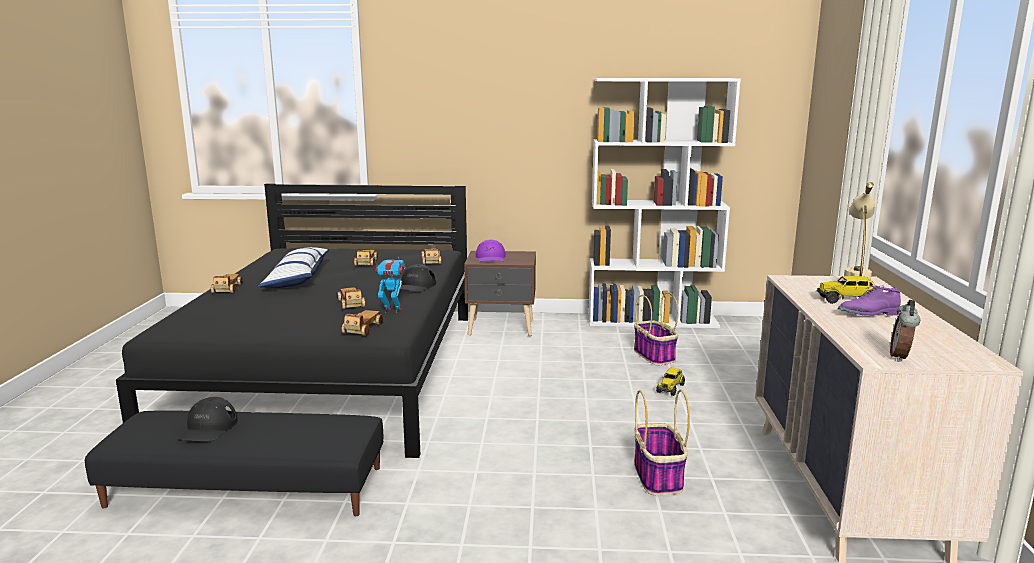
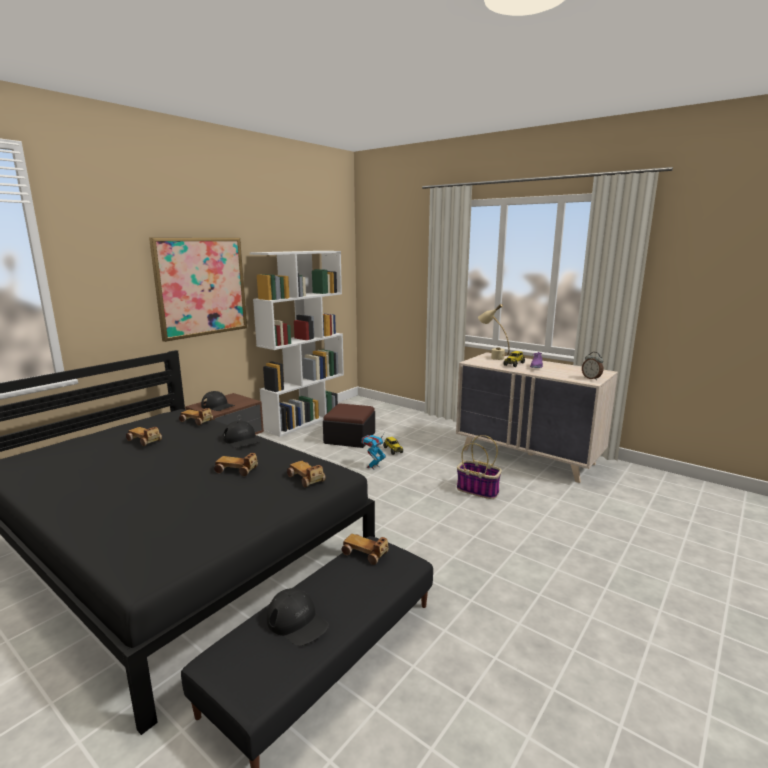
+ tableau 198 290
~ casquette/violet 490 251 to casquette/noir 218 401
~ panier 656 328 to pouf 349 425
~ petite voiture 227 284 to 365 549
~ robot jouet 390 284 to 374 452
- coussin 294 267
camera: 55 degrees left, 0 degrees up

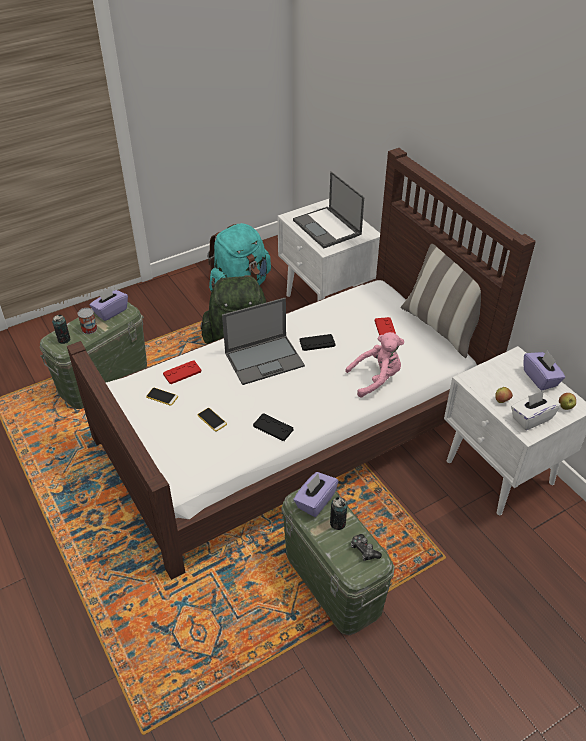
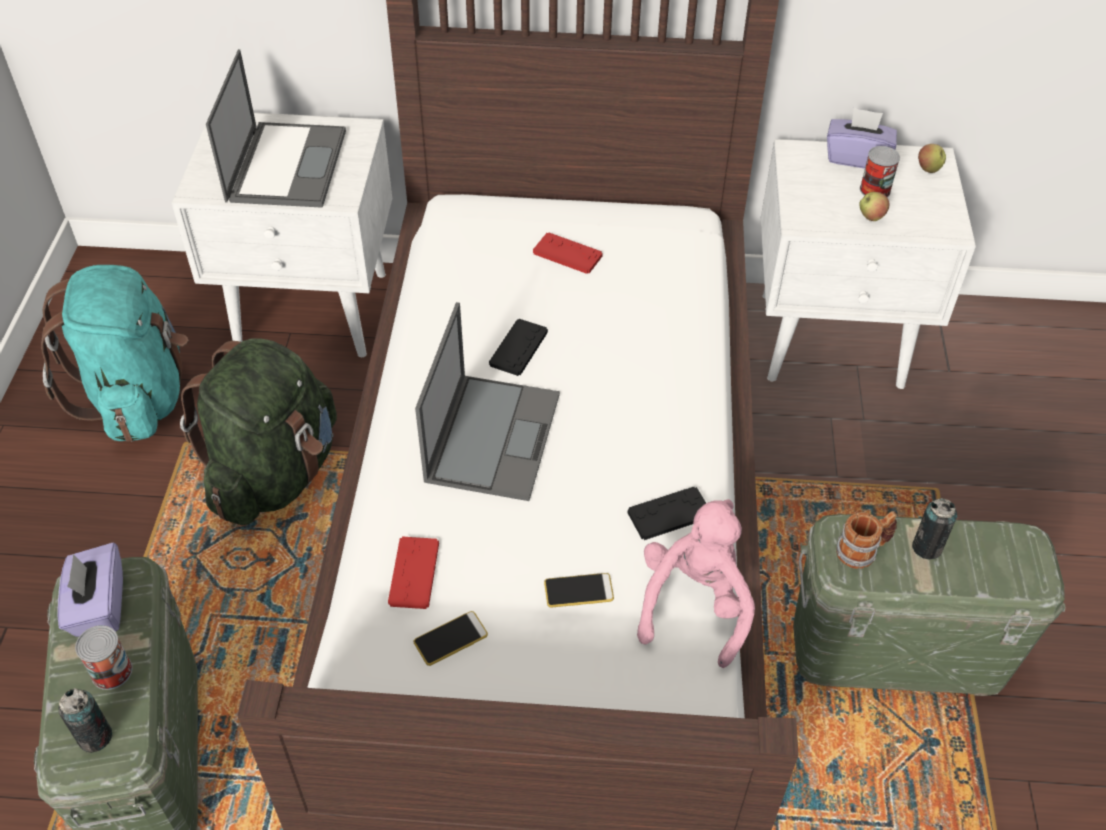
~ ordinateur portable 328 209 = 276 128 90 degrees counterclockwise
~ peluche/rose 374 364 to 696 583
~ boîte à mouchoirs/violet 315 494 to mug 866 540
+ boîte métallique 880 171
- manette 366 547
- coussin 452 301
- boîte à mouchoirs/blanc 536 410
camera: 55 degrees left, 5 degrees up

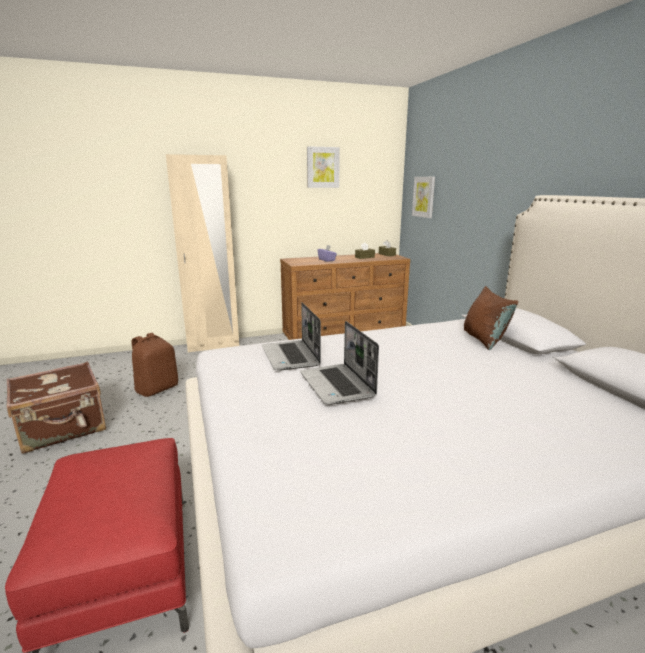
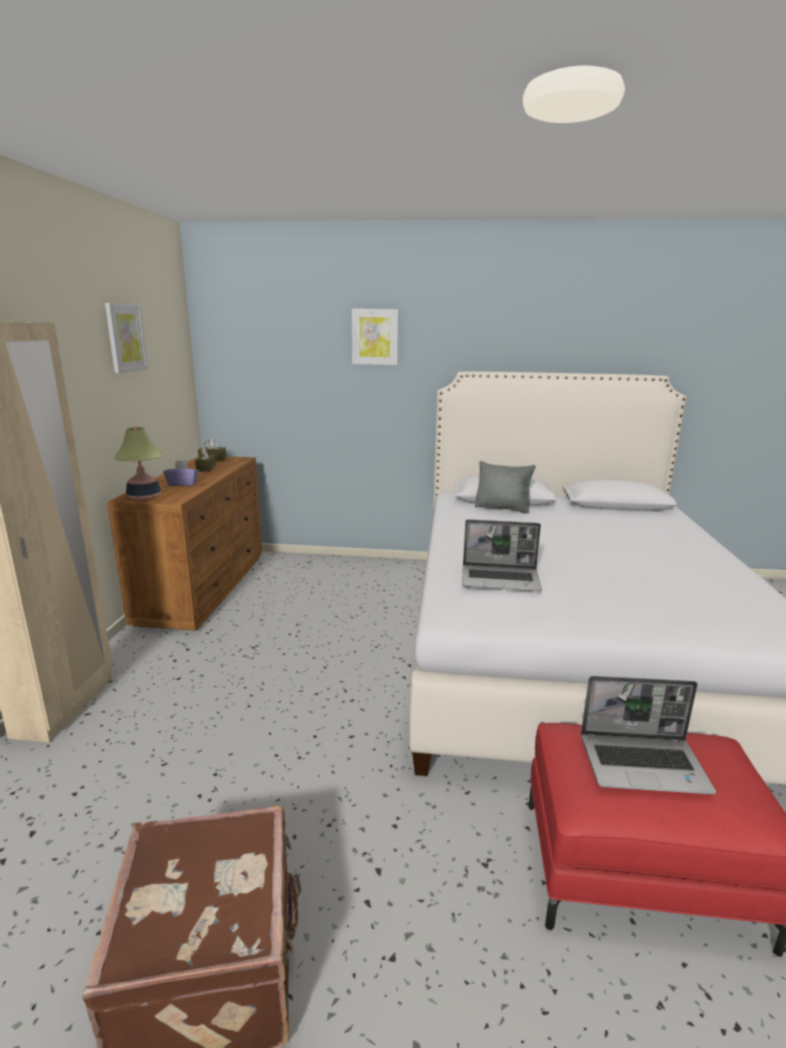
+ lampe de table 138 463
~ tableau 423 197 to 375 337
~ coussin/marron 491 318 to coussin/gris 505 487
~ ordinateur portable 339 363 to 648 735
- sac à dos/marron 155 365
camera: 65 degrees left, 0 degrees up

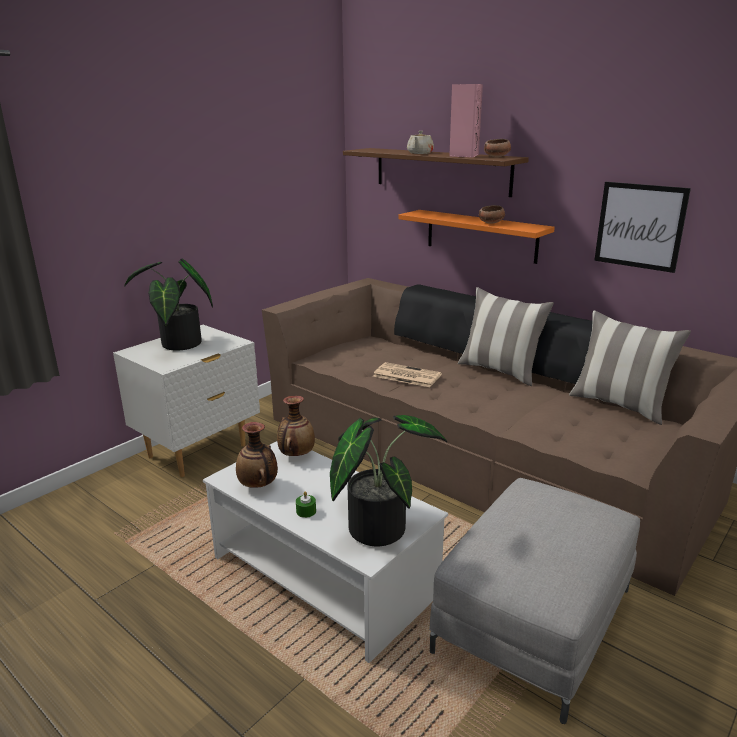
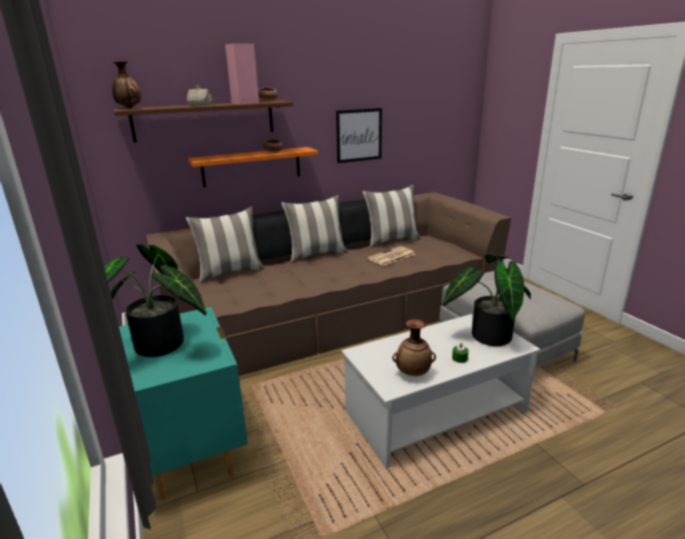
~ vase 296 426 to 127 84
~ table de chevet/blanc 186 401 to table de chevet/turquoise 183 403
+ coussin 225 245
~ journal 407 374 to 391 256
camera: 65 degrees left, 0 degrees up

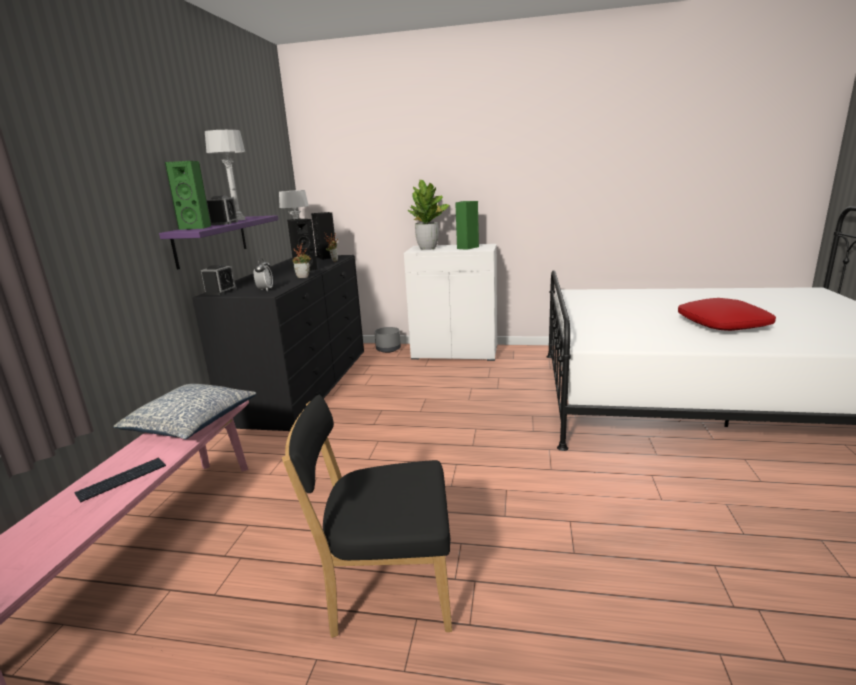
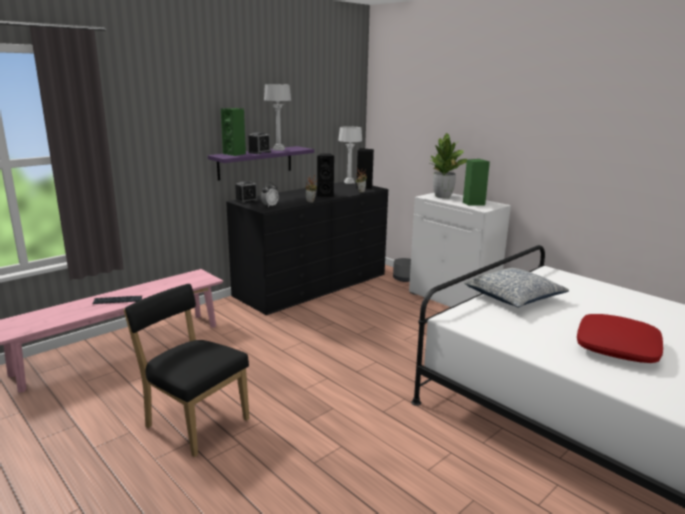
~ coussin 184 411 to 516 288
camera: 35 degrees right, 0 degrees up

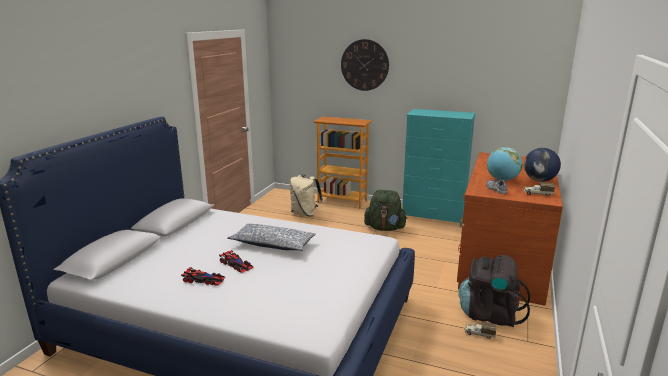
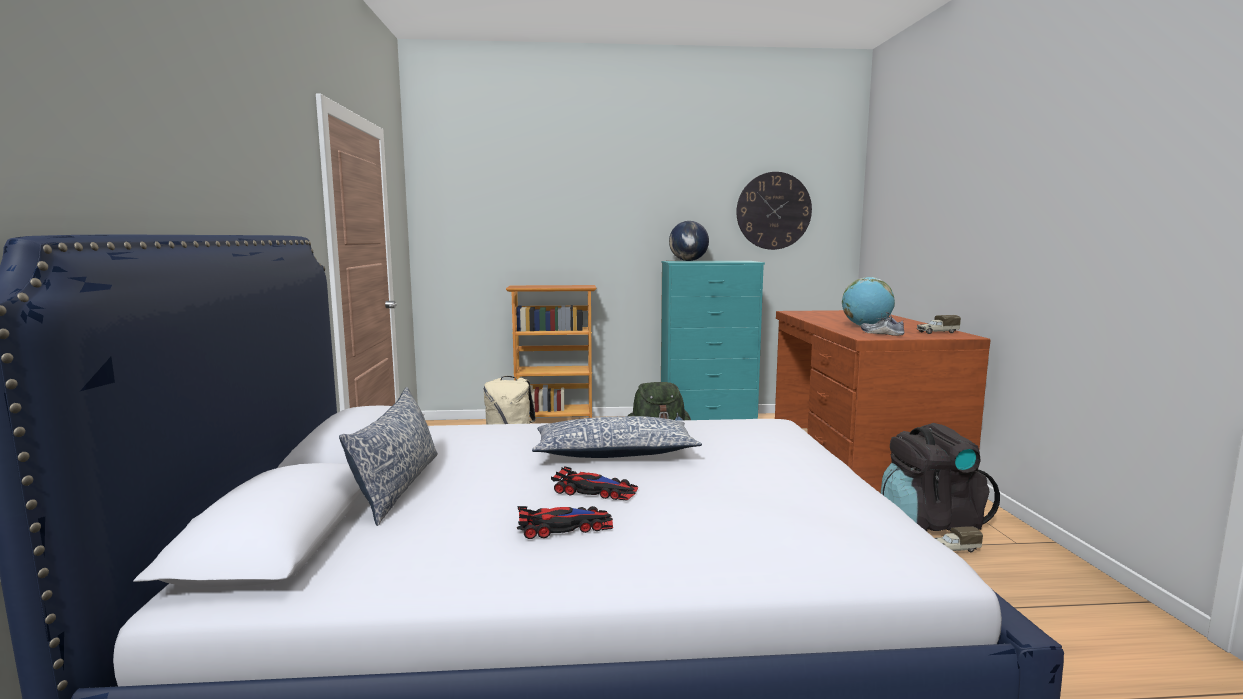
+ coussin 388 456
~ globe 542 165 to 689 241
~ horloge murale 365 65 to 774 211
camera: 25 degrees left, 10 degrees down

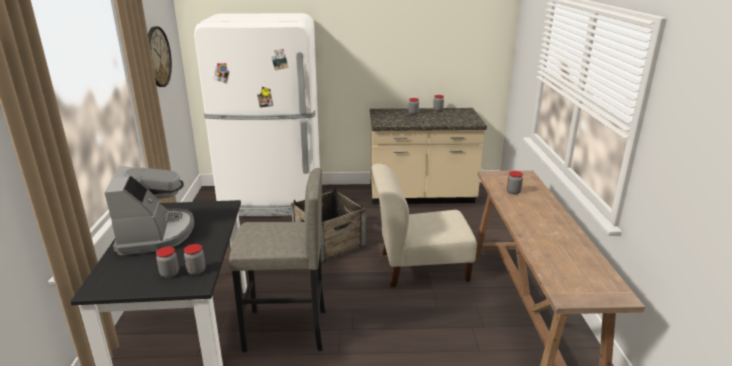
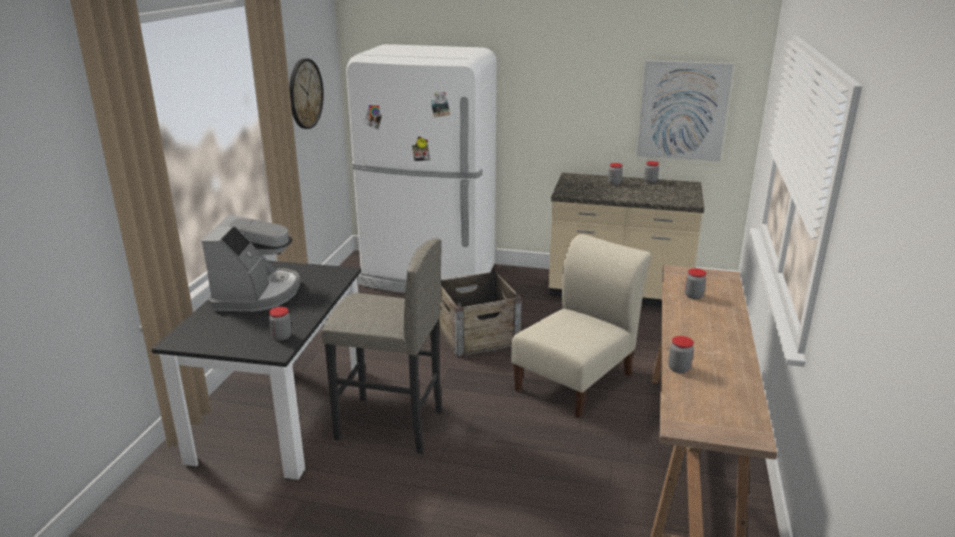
~ chaise/beige 424 225 = 581 326 120 degrees clockwise
+ tableau 685 110
~ bocal 167 262 to 681 354
camera: 15 degrees right, 0 degrees up

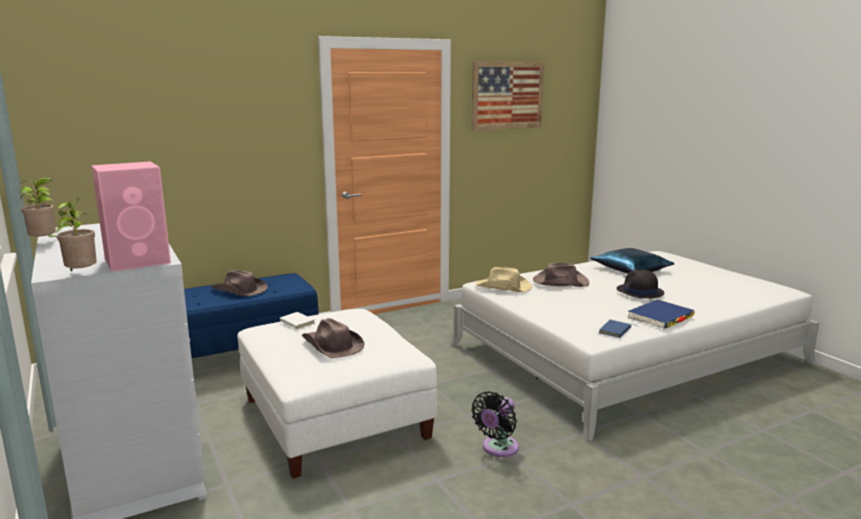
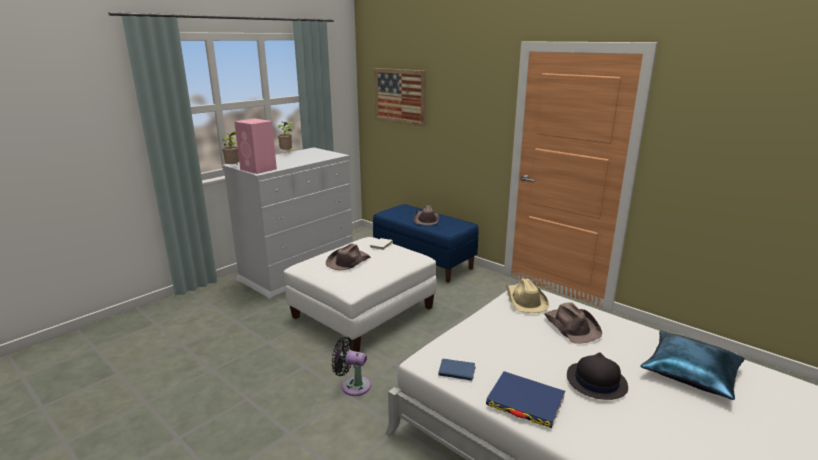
~ tableau 507 96 to 400 97
camera: 70 degrees right, 5 degrees up

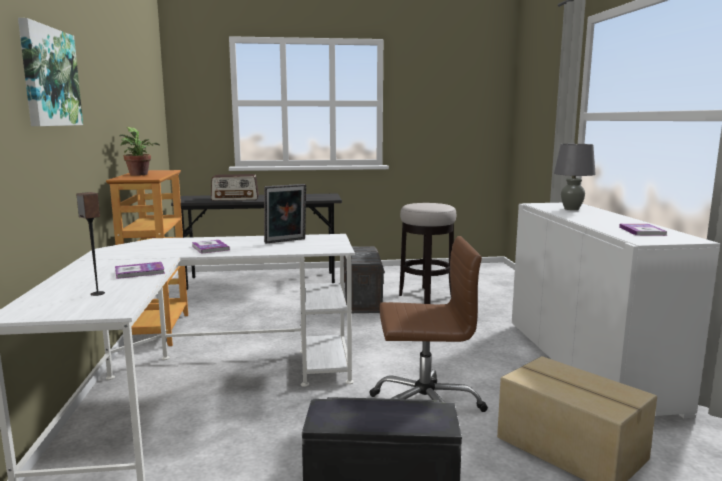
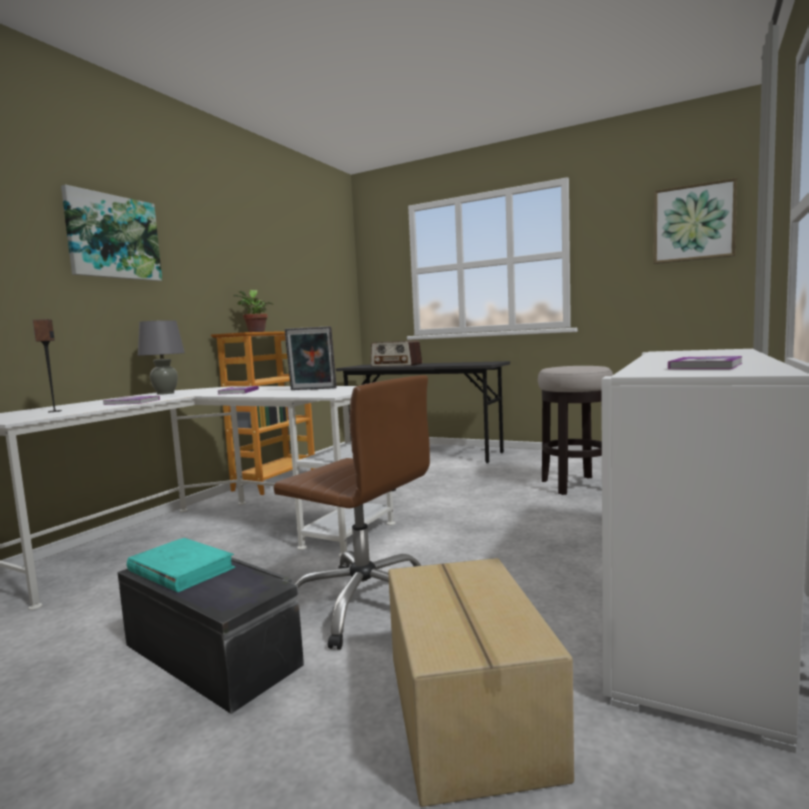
+ livre/turquoise 181 565
~ lampe de table/gris 575 177 to 161 357
+ tableau 695 221
- boîte de rangement/gris 364 279
camera: 35 degrees right, 5 degrees down

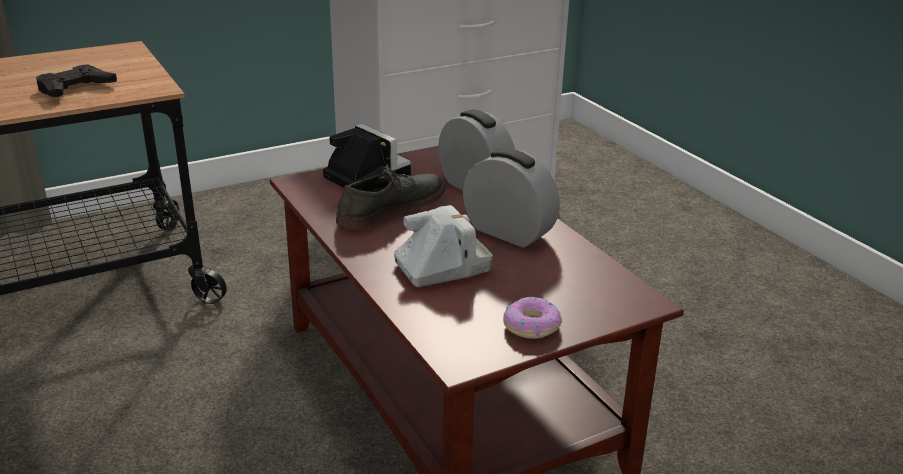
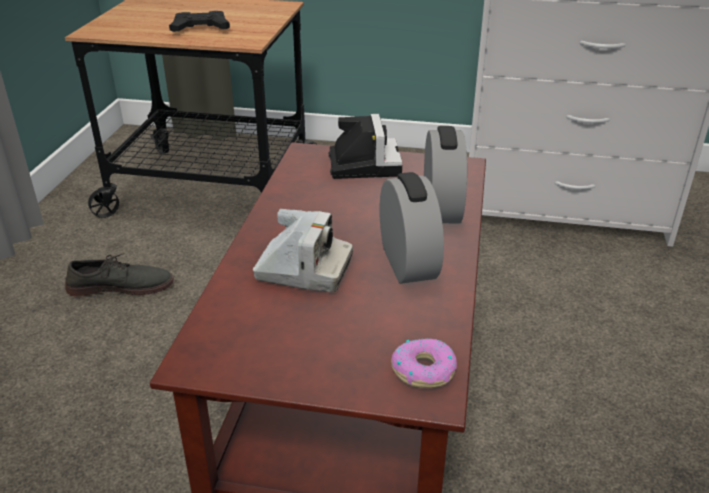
~ chaussure/gris 390 197 to 119 274
~ beignet 532 317 to 424 363
camera: 40 degrees right, 5 degrees up

